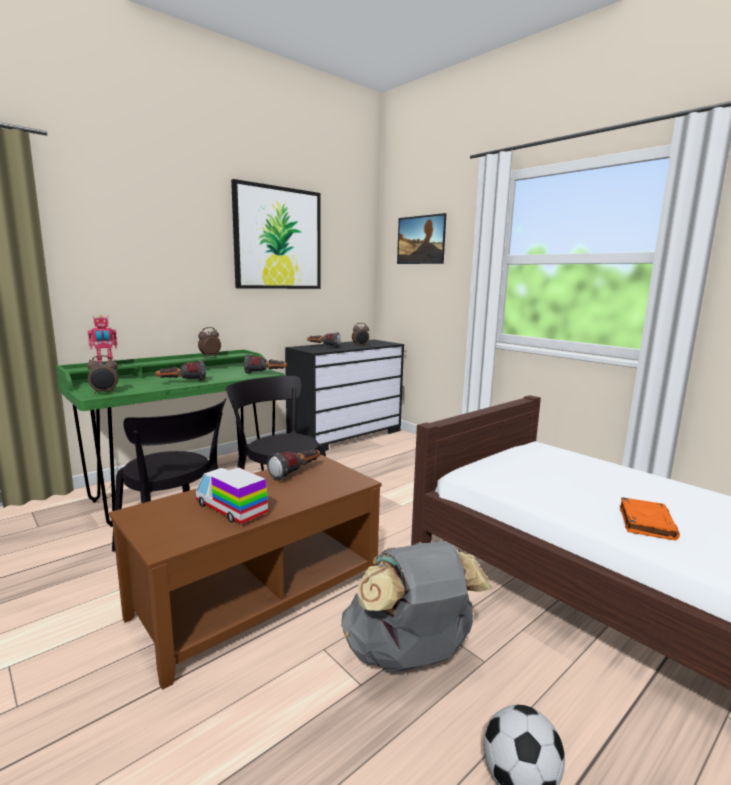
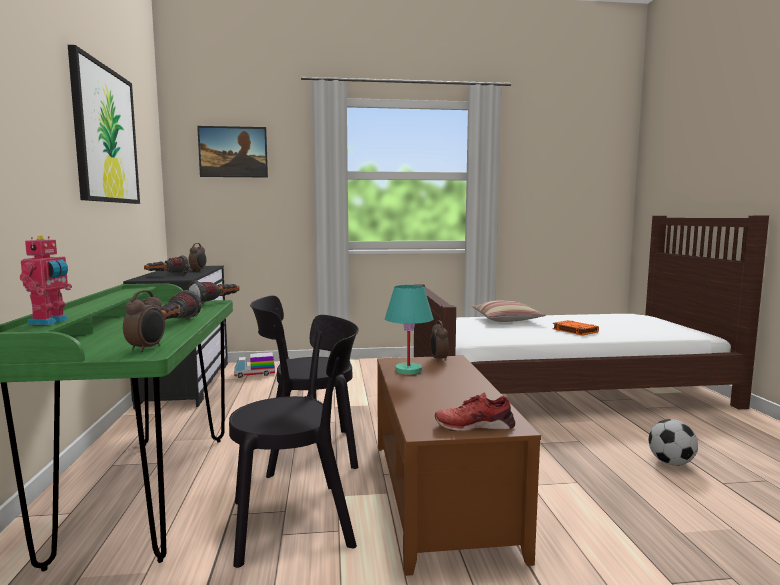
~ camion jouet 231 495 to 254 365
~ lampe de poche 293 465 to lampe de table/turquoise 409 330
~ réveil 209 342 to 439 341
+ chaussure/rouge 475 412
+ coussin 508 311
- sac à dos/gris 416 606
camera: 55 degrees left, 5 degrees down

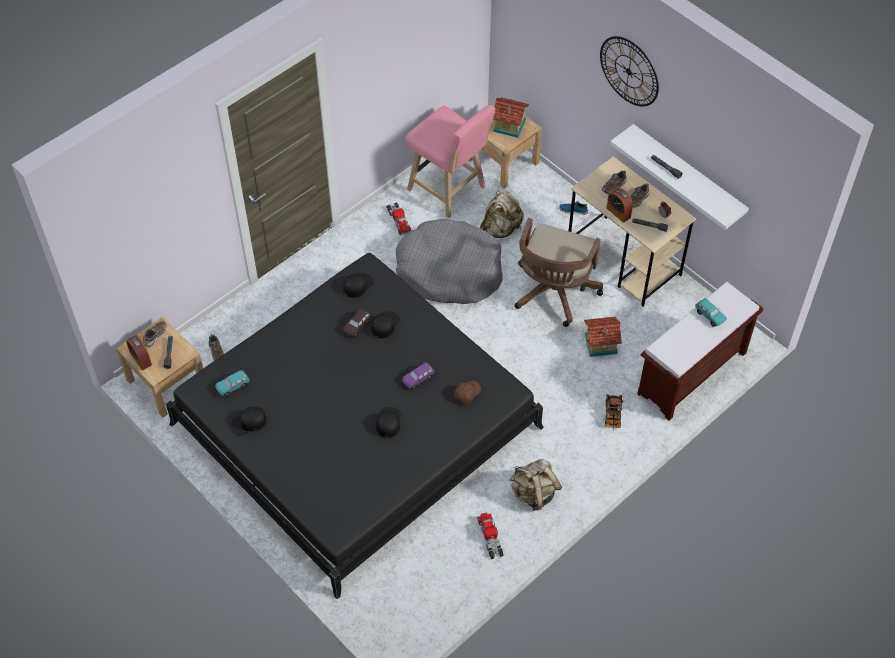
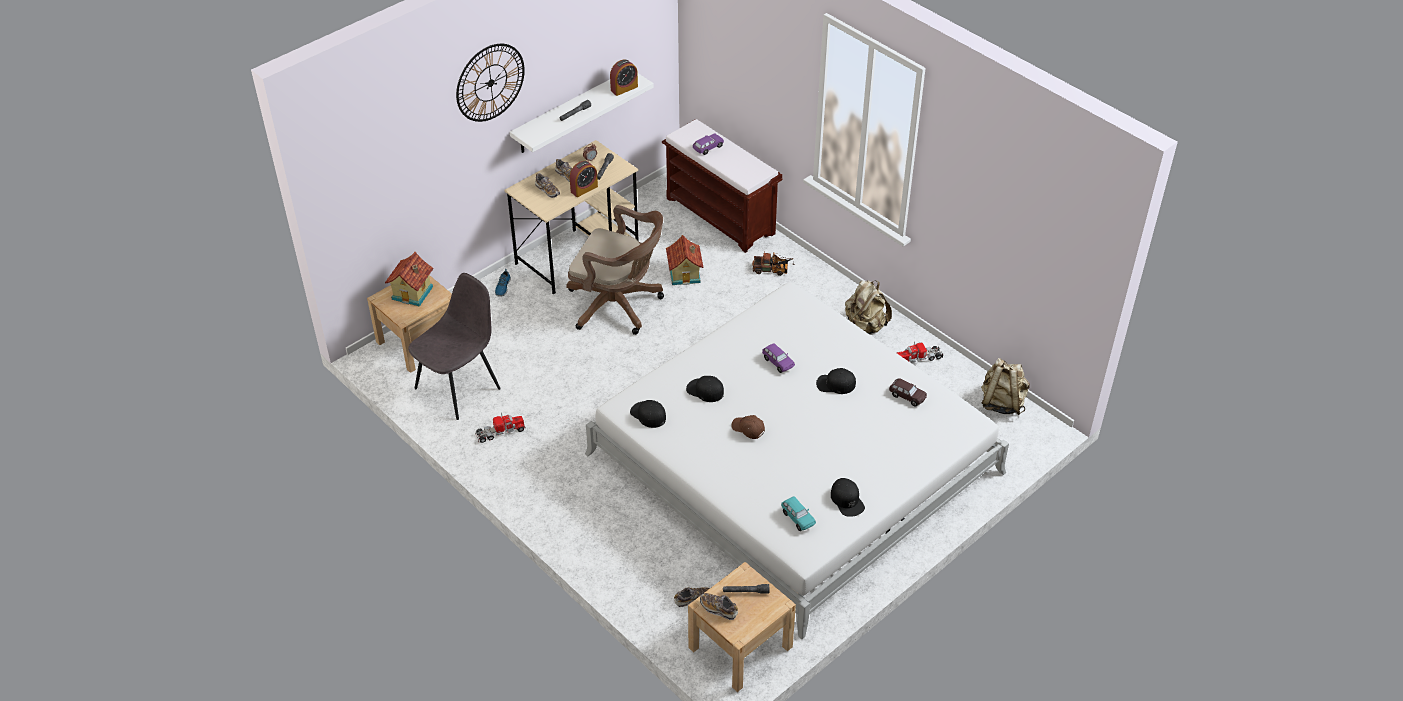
~ tabouret/rose 450 161 to chaise/gris 454 346
~ lit/noir 355 426 to lit/blanc 797 460
~ réveil 139 352 to 624 78
~ petite voiture/turquoise 711 312 to petite voiture/violet 708 144
~ casquette/marron 467 393 to 748 427
~ petite voiture/marron 357 323 to 908 392
~ sac à dos/beige 502 214 to 1005 386
- panier pour chien/gris 449 261
camera: 90 degrees left, 10 degrees down

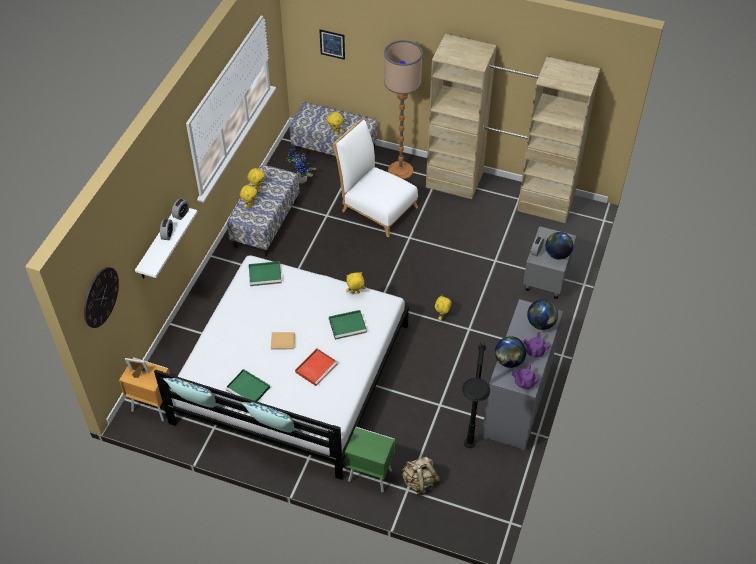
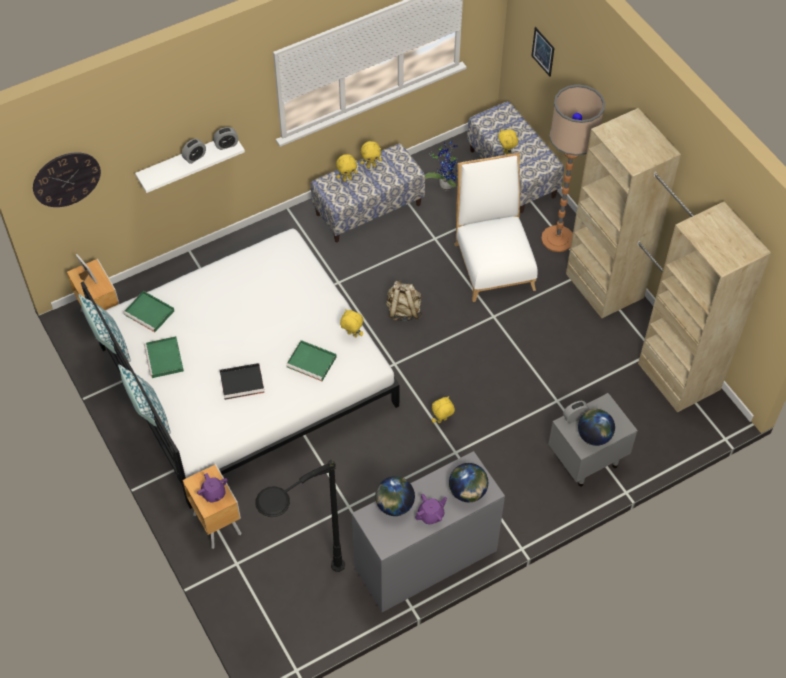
~ plateau/vert 265 273 to 148 311
~ table de chevet/vert 370 460 to table de chevet/marron 212 506
~ théière/violet 526 376 to 212 487
~ plateau/rouge 316 367 to plateau/noir 242 381
~ sac à dos/beige 421 476 to 404 300
- livre/beige 283 341
camera: 40 degrees right, 5 degrees up

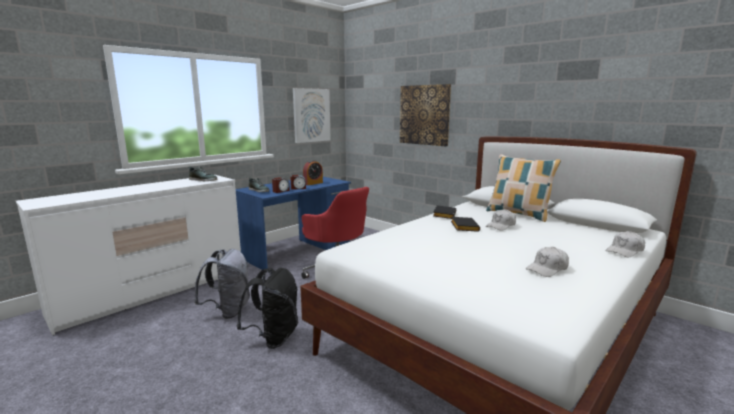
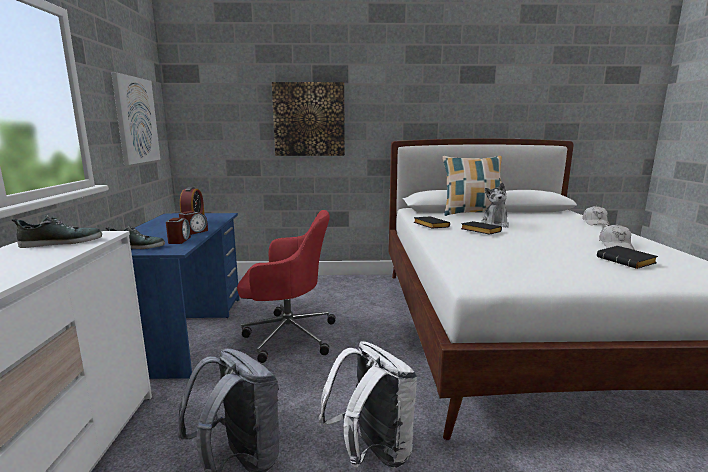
~ sac à dos/noir 267 308 to sac à dos/blanc 368 404
~ casquette/blanc 501 220 to peluche 495 205
+ livre/noir 627 257
camera: 45 degrees left, 0 degrees up

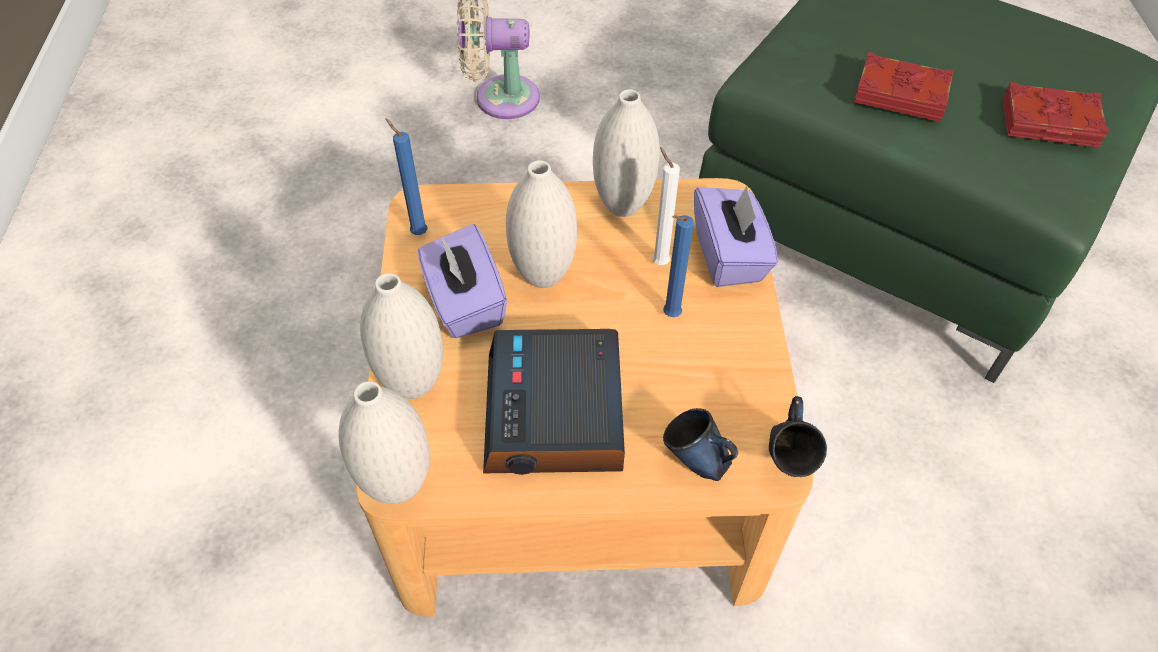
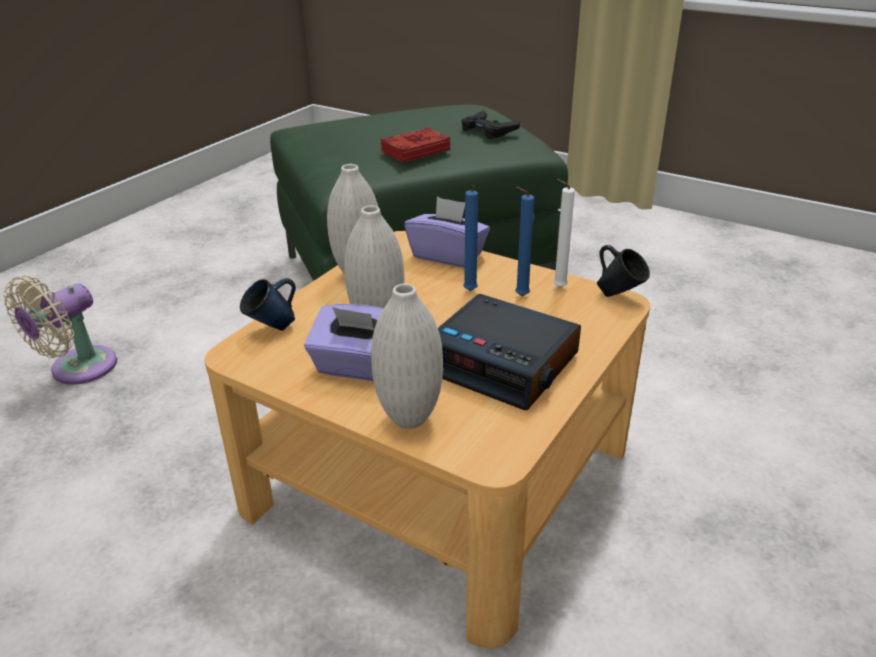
~ mug/bleu 700 444 to 268 304
~ livre/rouge 1056 115 to manette/noir 491 124
~ bougie/bleu 406 176 to 524 241
~ bougie/blanc 666 206 to 564 233
- vase/blanc 384 442
camera: 55 degrees left, 20 degrees down

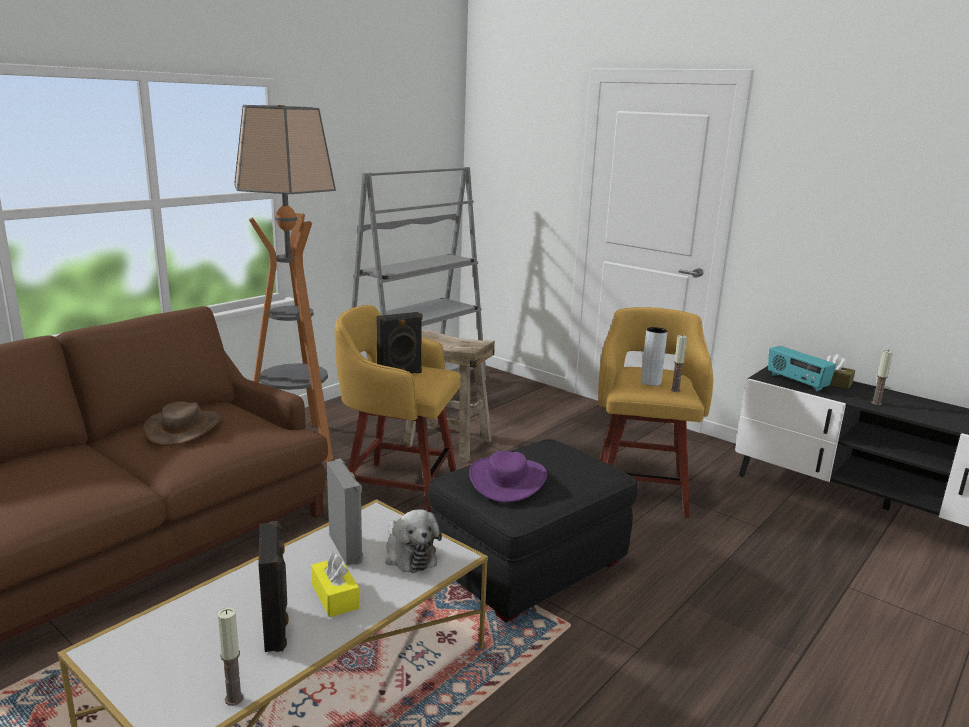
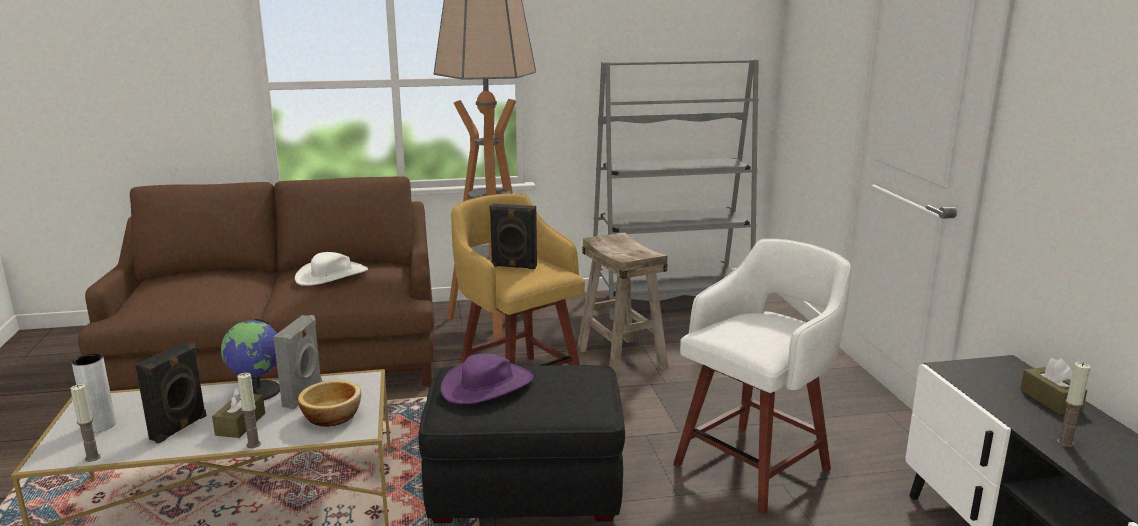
~ vase/gris 654 356 to 94 393
~ boîte à mouchoirs/jaune 335 584 to boîte à mouchoirs/marron 238 412
+ globe 250 359
~ bougie 679 363 to 249 410
~ chapeau/marron 183 424 to chapeau/blanc 331 269
~ peluche 414 541 to bol 329 403
~ tabouret/jaune 655 412 to tabouret/blanc 762 376
- radio 802 369
camera: 40 degrees right, 0 degrees up

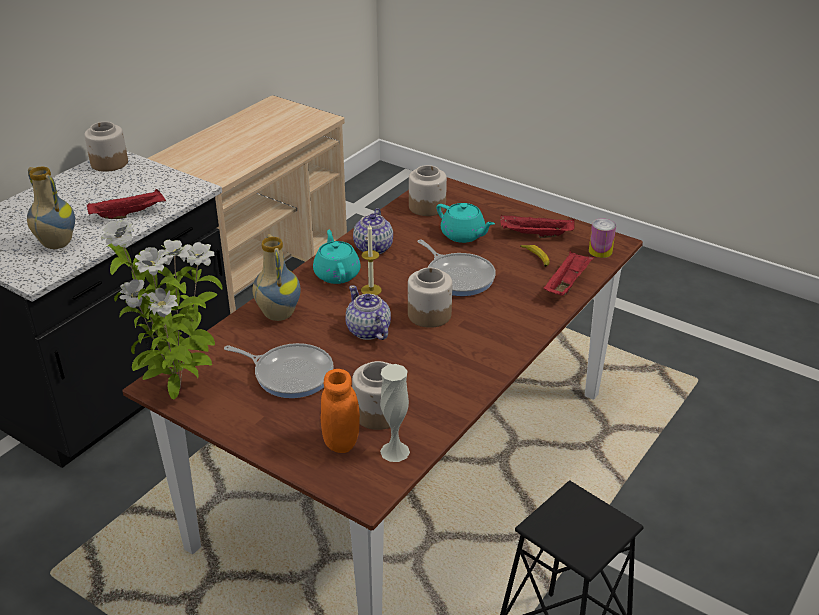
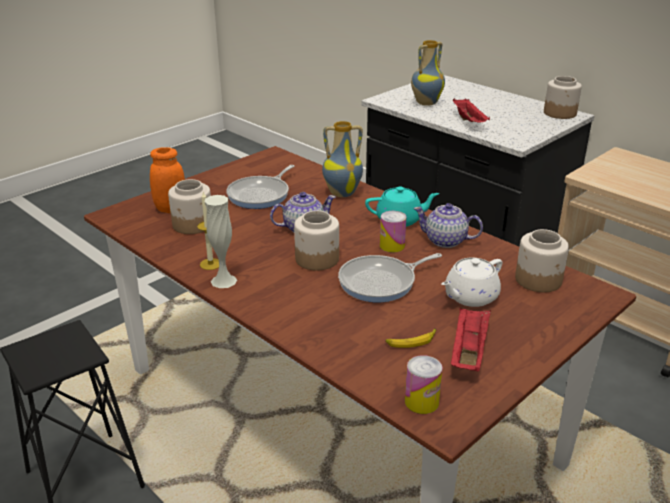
~ bougie 371 259 to 208 230
~ vase/blanc 395 413 to 221 241
+ boîte métallique 393 232
~ théière/turquoise 466 223 to théière/blanc 471 282
- plante en pot 161 309
- plateau/rouge 568 273
camera: 100 degrees right, 5 degrees down

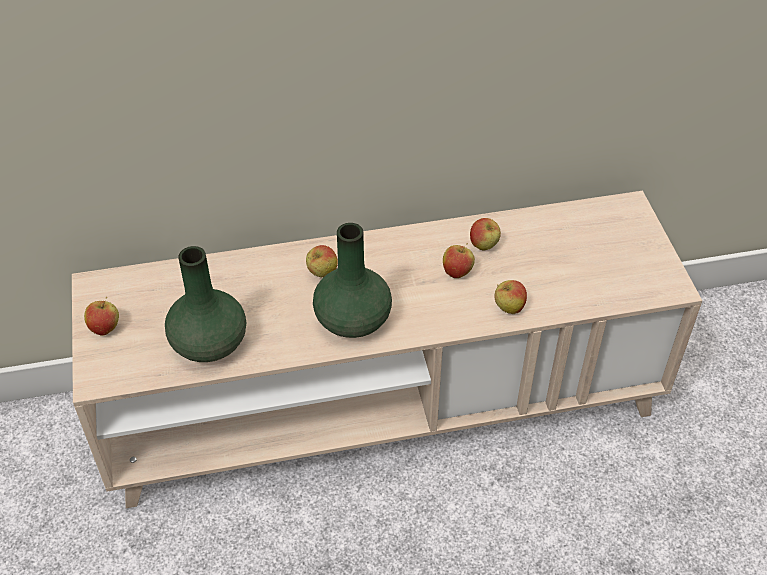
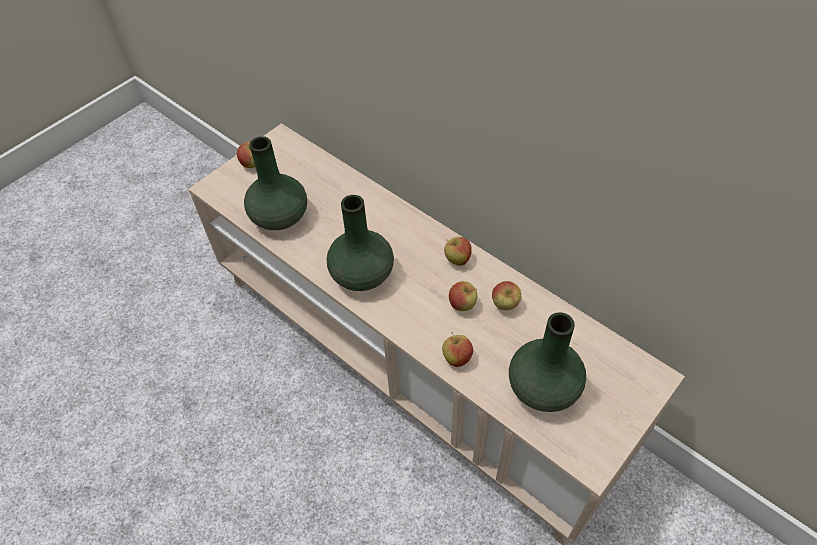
~ pomme 322 261 to 458 251
+ vase/vert 547 362
camera: 55 degrees right, 5 degrees up

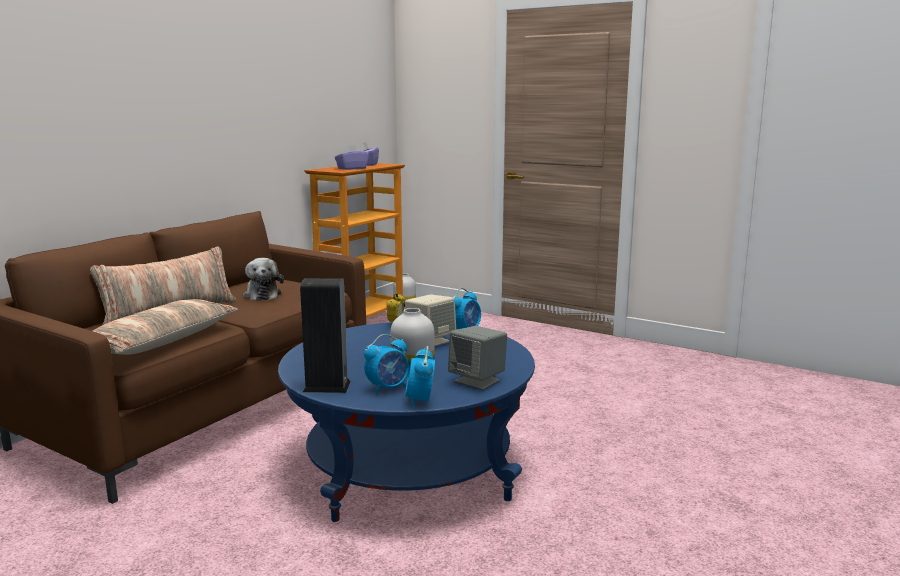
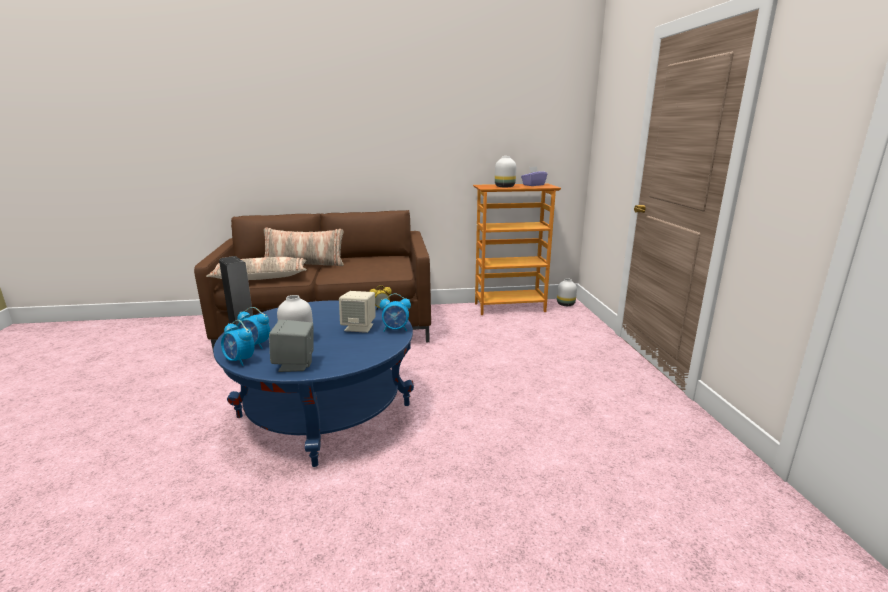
~ réveil 420 377 = 237 343 105 degrees counterclockwise
~ boîte à mouchoirs/violet 352 157 to vase/blanc 505 171
- peluche 263 279
camera: 50 degrees right, 5 degrees up

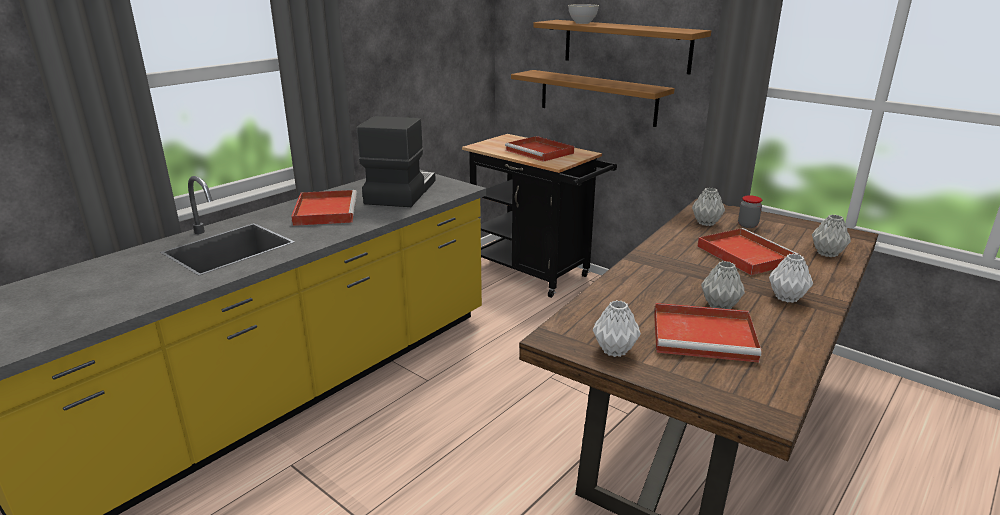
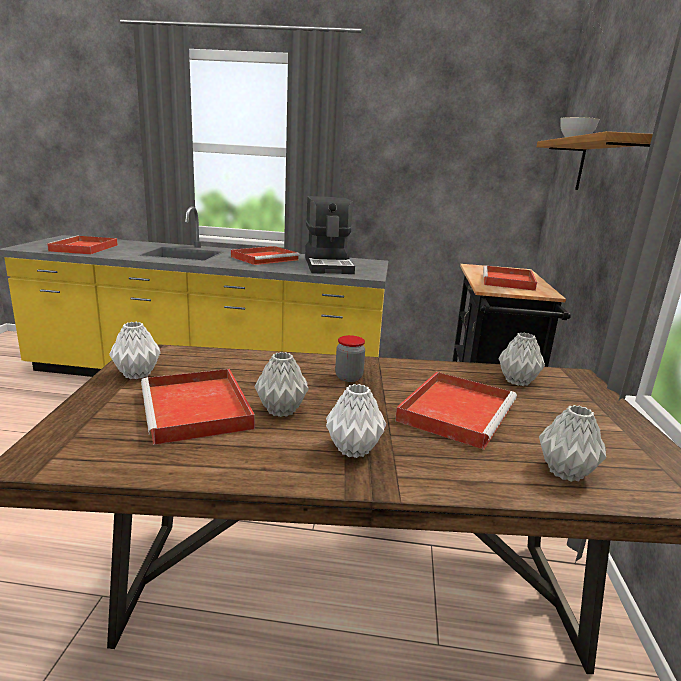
+ plateau/rouge 82 245
~ machine à café 396 161 = 330 235 105 degrees clockwise
~ bocal 750 211 to 350 358
- étagère 593 98
camera: 55 degrees right, 5 degrees down

